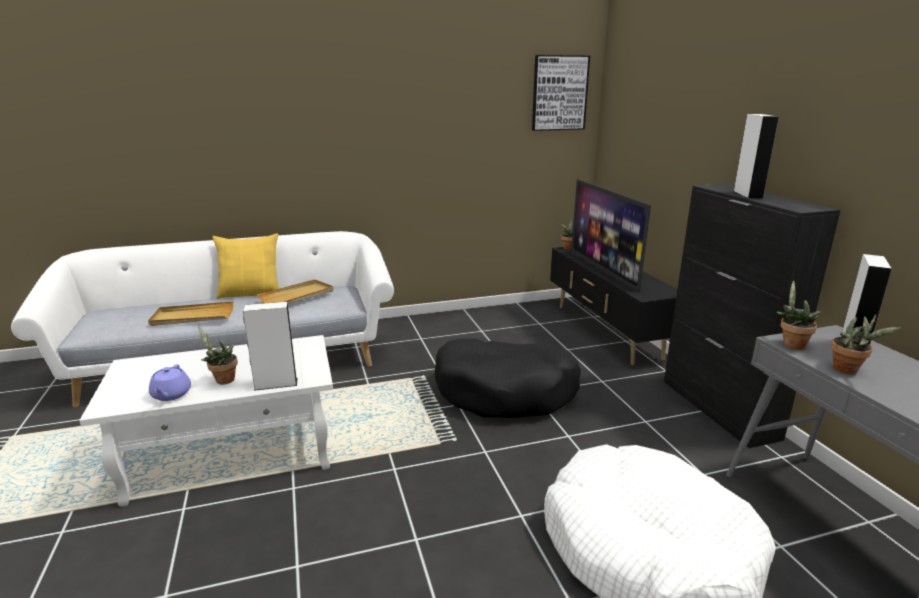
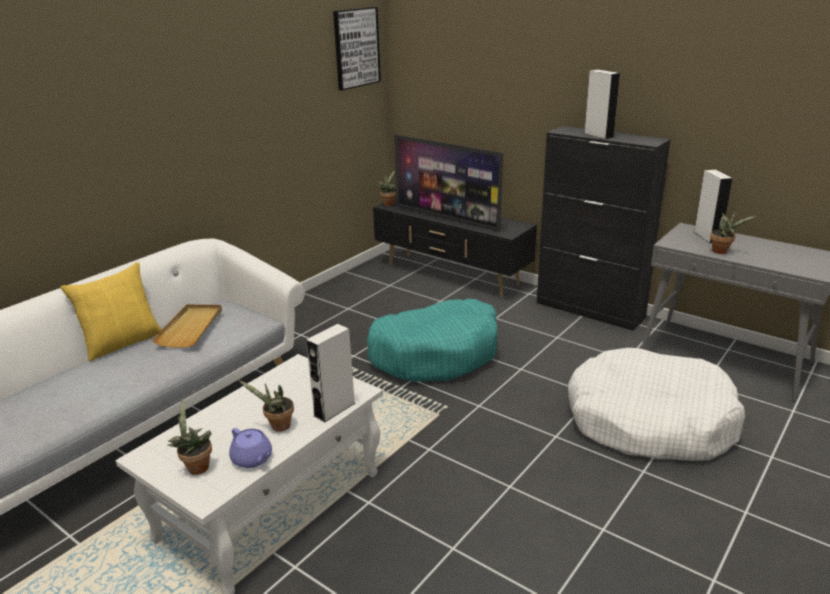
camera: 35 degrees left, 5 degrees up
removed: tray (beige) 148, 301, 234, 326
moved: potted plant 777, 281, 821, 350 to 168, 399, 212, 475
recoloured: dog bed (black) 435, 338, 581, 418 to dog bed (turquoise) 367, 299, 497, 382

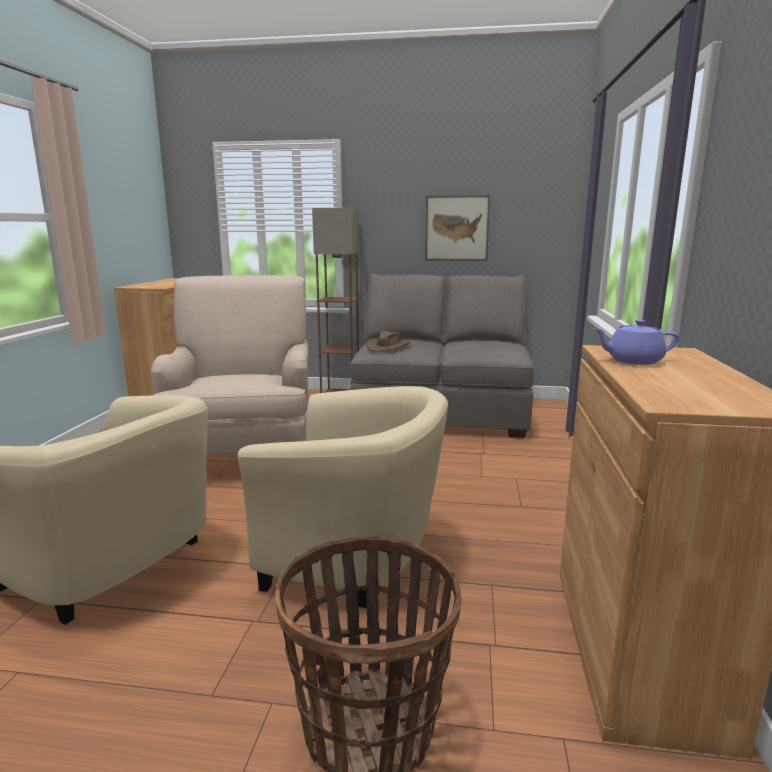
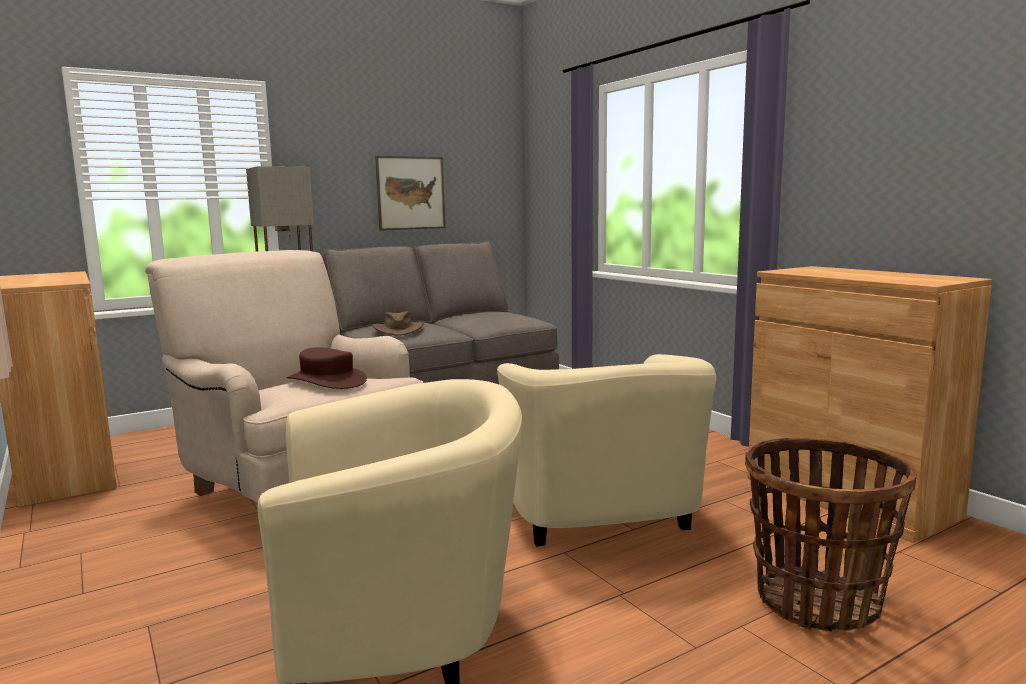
camera: 40 degrees left, 5 degrees down
removed: teapot (purple) 593, 319, 679, 365
added: hat (brown) 287, 347, 367, 389
turned: armchair (beige) 238, 386, 448, 608 = 497, 354, 716, 546 105 degrees clockwise

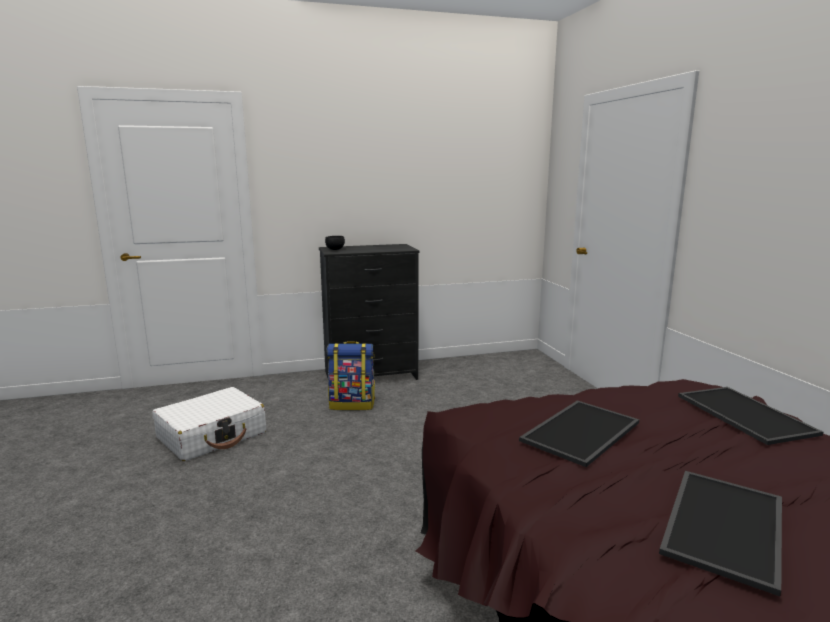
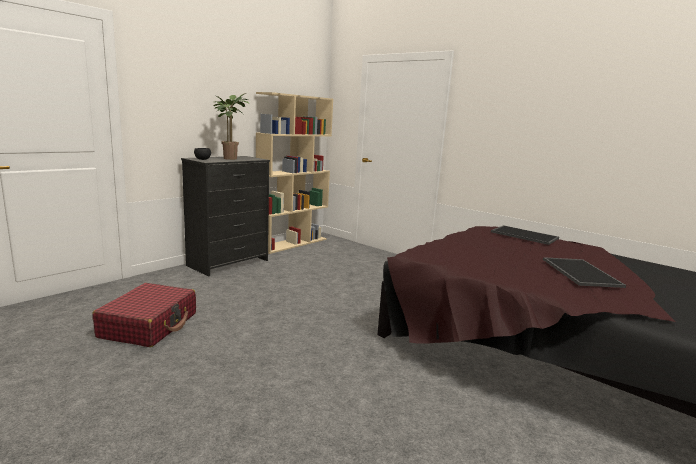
camera: 35 degrees left, 0 degrees up
removed: backpack 327, 341, 375, 410; tray 519, 400, 639, 467
added: bookcase (beige) 256, 92, 333, 254; potted plant 214, 93, 250, 160
recoloured: suitcase (white) 152, 387, 266, 461 to suitcase (red) 92, 283, 196, 347

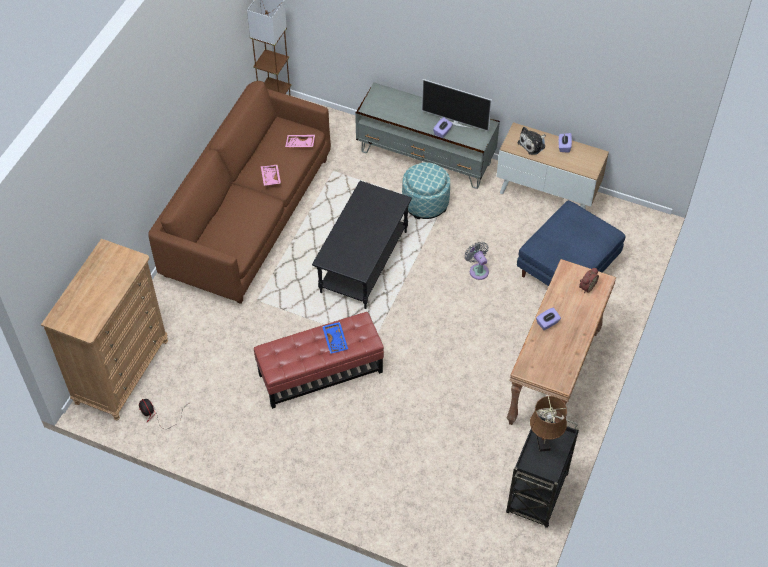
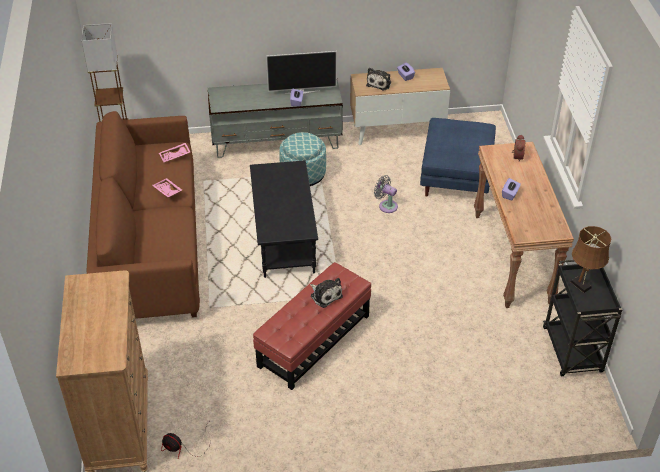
camera: 30 degrees left, 10 degrees down
replaced: tray (blue) 322, 322, 348, 354 to plush toy 310, 278, 343, 308

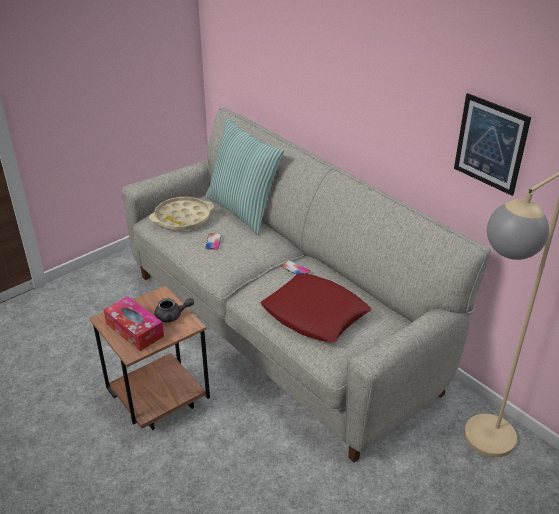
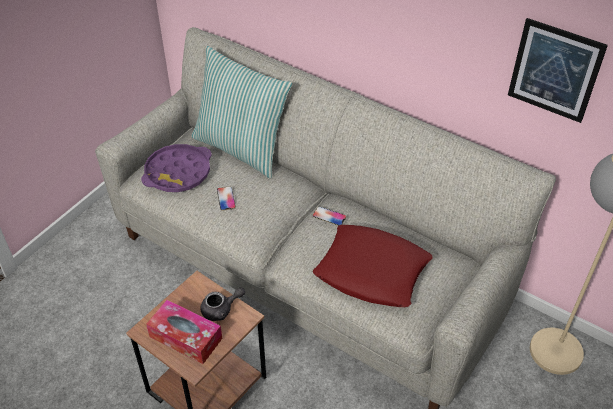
camera: 15 degrees left, 10 degrees up
recoloured: tray (beige) 149, 197, 214, 231 to tray (purple) 141, 144, 212, 192

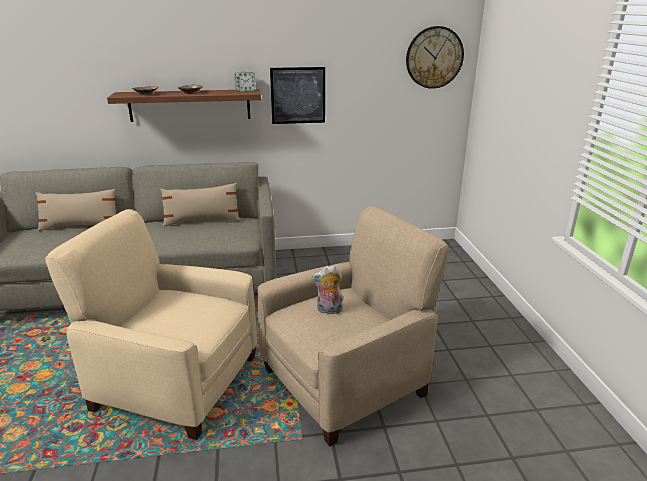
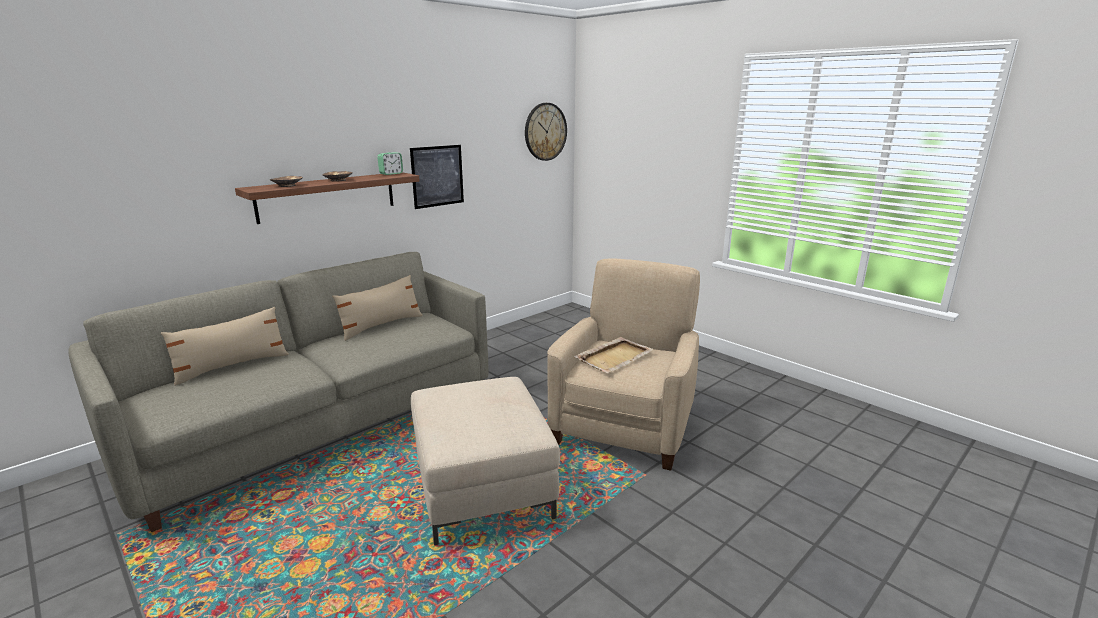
camera: 35 degrees left, 5 degrees down
replaced: armchair (beige) 45, 209, 257, 440 to ottoman (beige) 411, 377, 560, 545; plush toy 312, 265, 344, 314 to tray (beige) 574, 337, 654, 373

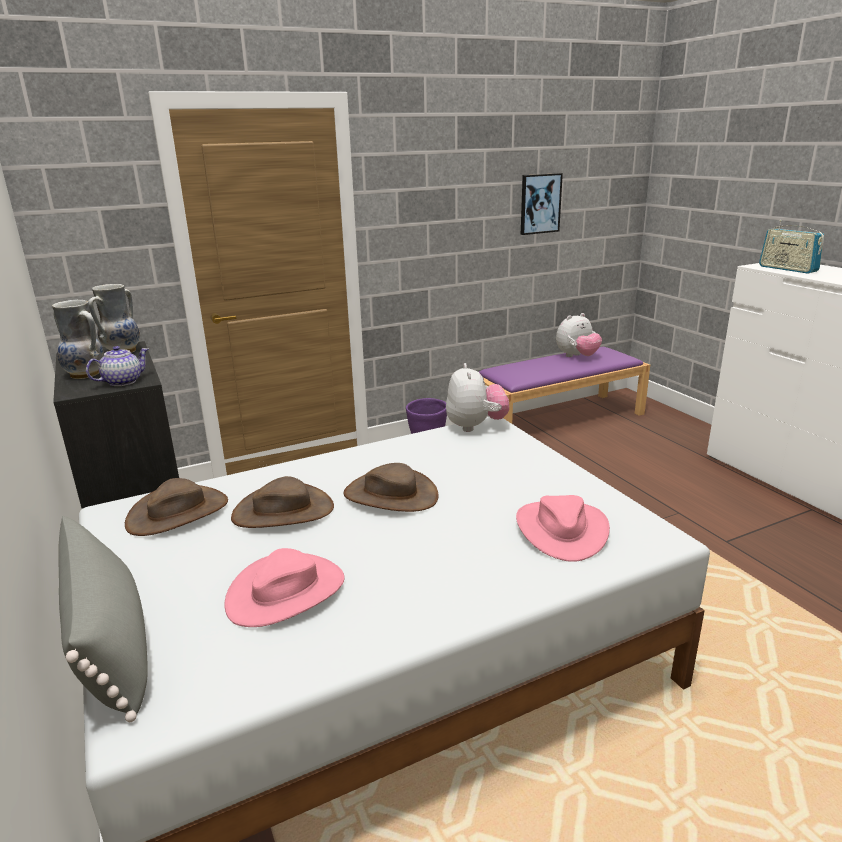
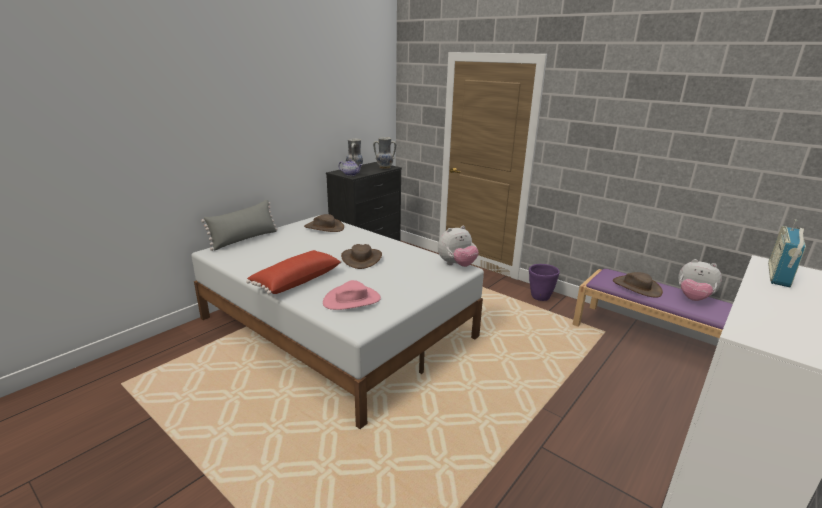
camera: 65 degrees right, 0 degrees up
removed: picture 521, 173, 563, 235; hat (pink) 225, 548, 344, 627
added: pillow (red) 246, 250, 342, 294
moved: hat (brown) 231, 476, 334, 528 to 613, 272, 663, 298

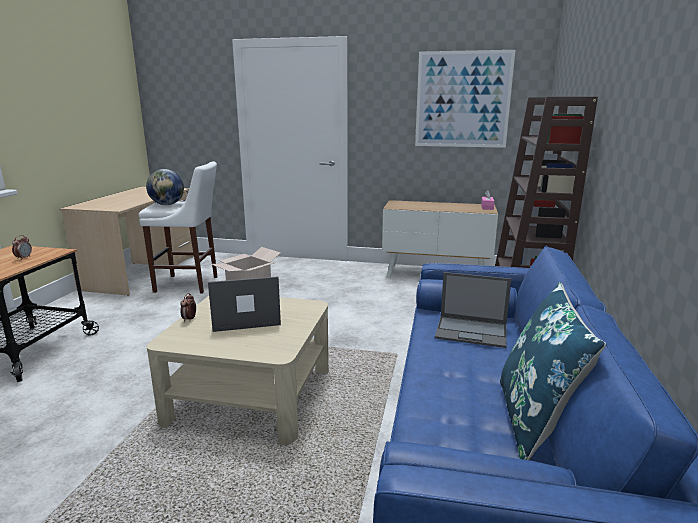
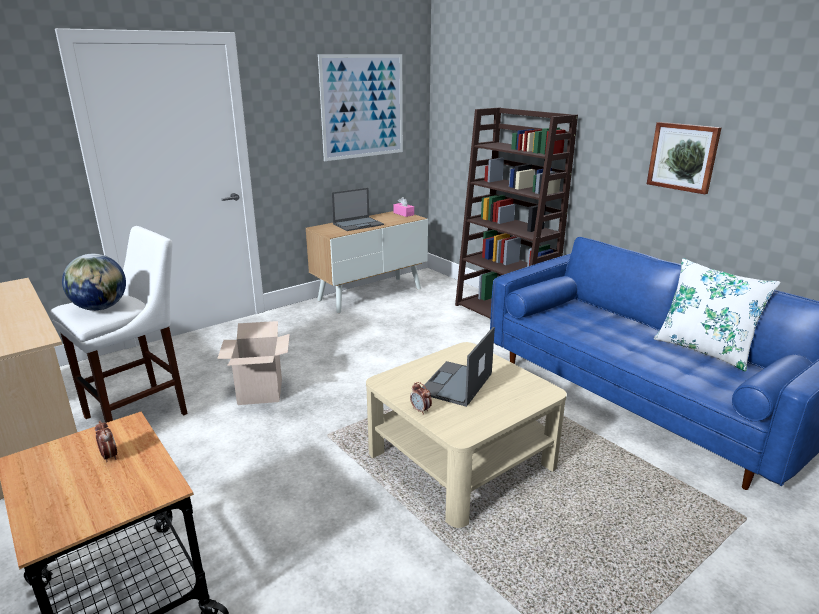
camera: 50 degrees left, 5 degrees up
added: picture 647, 122, 721, 194
moved: laptop 435, 272, 511, 348 to 331, 188, 384, 231
recoloured: pillow (blue) 500, 282, 606, 460 to pillow (white) 654, 258, 781, 372

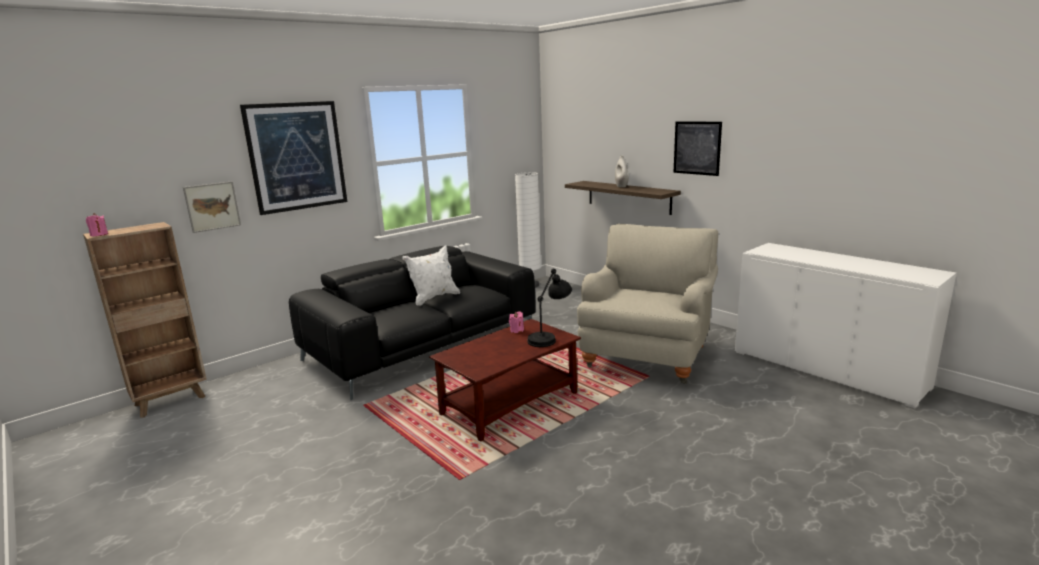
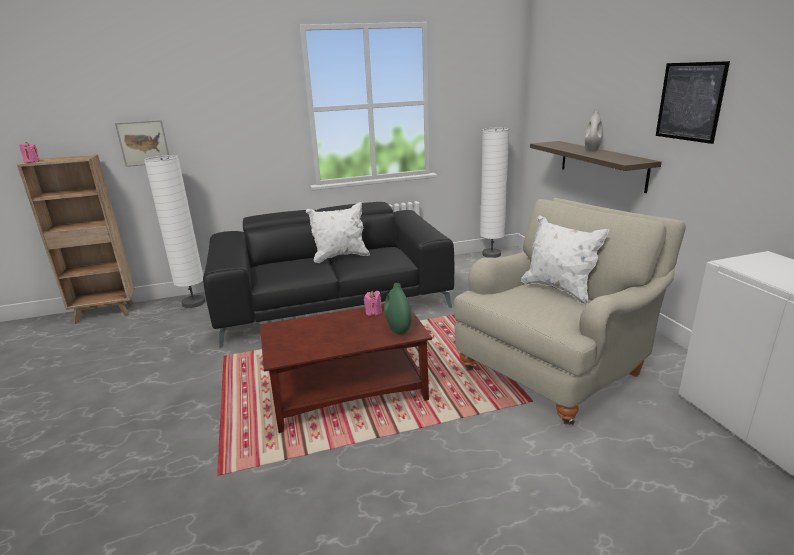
camera: 25 degrees right, 5 degrees up
removed: picture 240, 101, 347, 215
added: floor lamp (white) 144, 155, 205, 308; pillow (white) 521, 216, 609, 305
replaced: table lamp (black) 527, 269, 572, 347 to vase (green) 384, 283, 412, 334

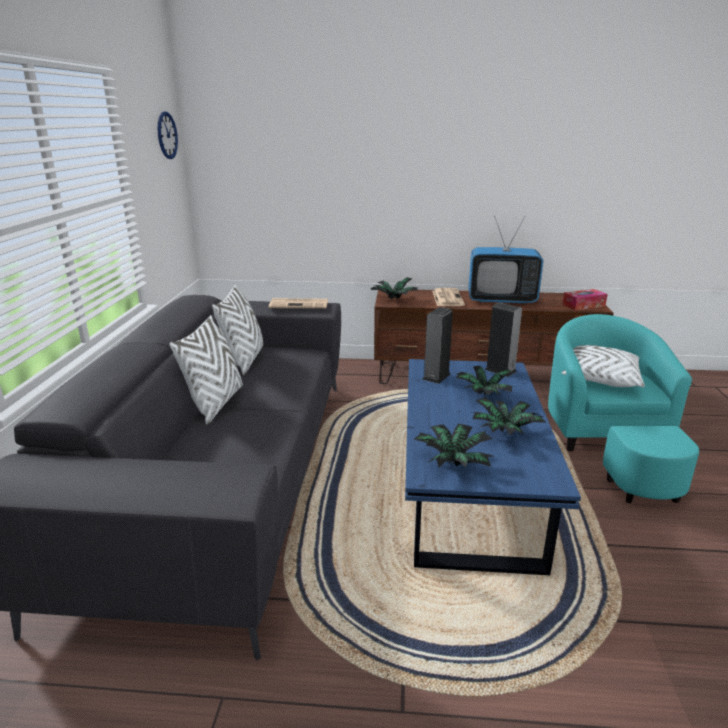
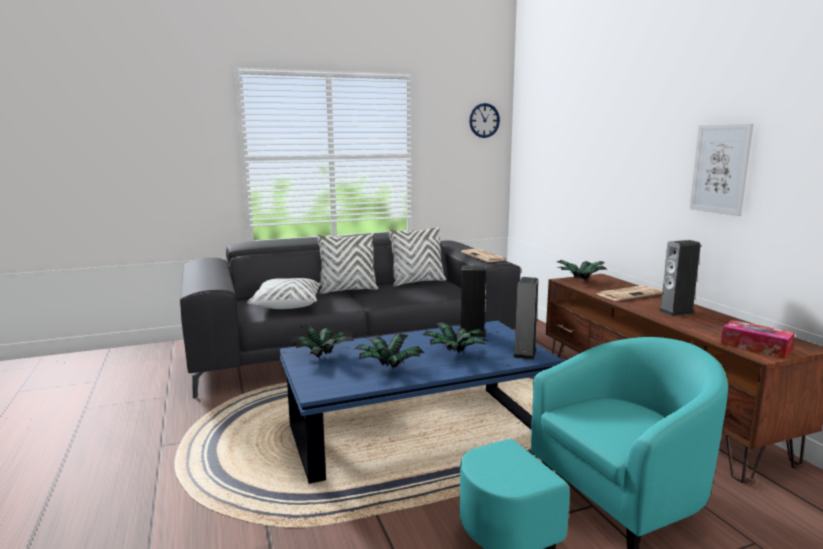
camera: 65 degrees right, 10 degrees down
added: picture 690, 124, 753, 216
moved: pillow (white) 562, 345, 645, 387 to 247, 278, 322, 309
replaced: television 468, 216, 543, 304 to speaker 658, 240, 701, 316

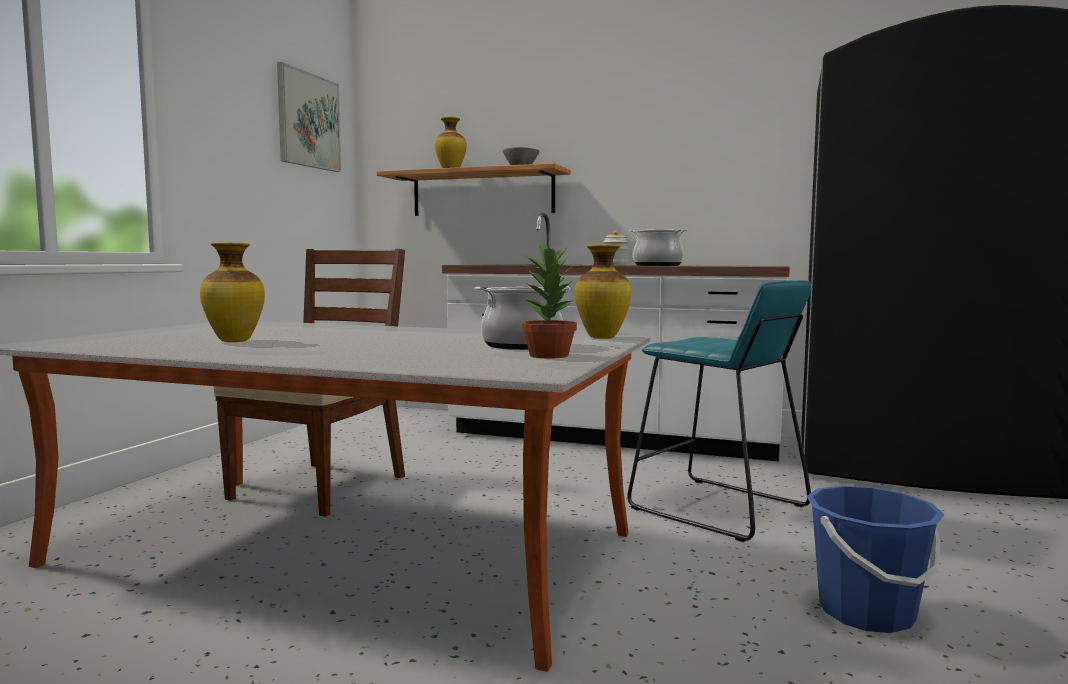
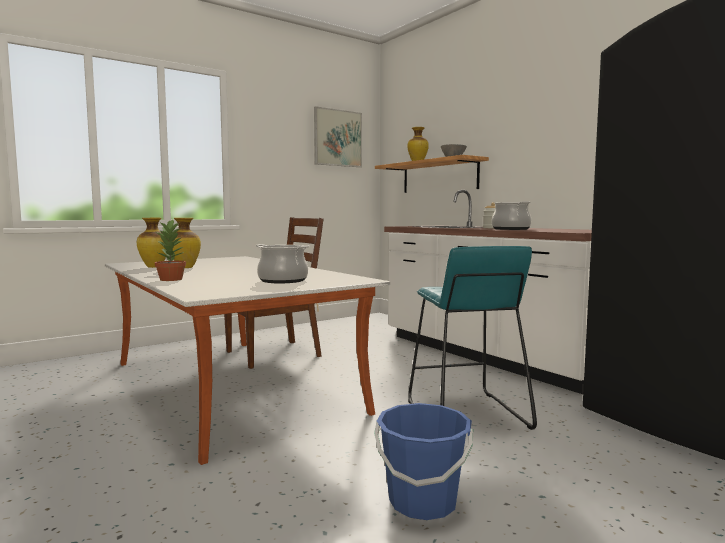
camera: 35 degrees right, 0 degrees up
moved: potted plant 522, 242, 577, 358 to 155, 219, 186, 281; vase 575, 244, 631, 339 to 137, 218, 167, 268

